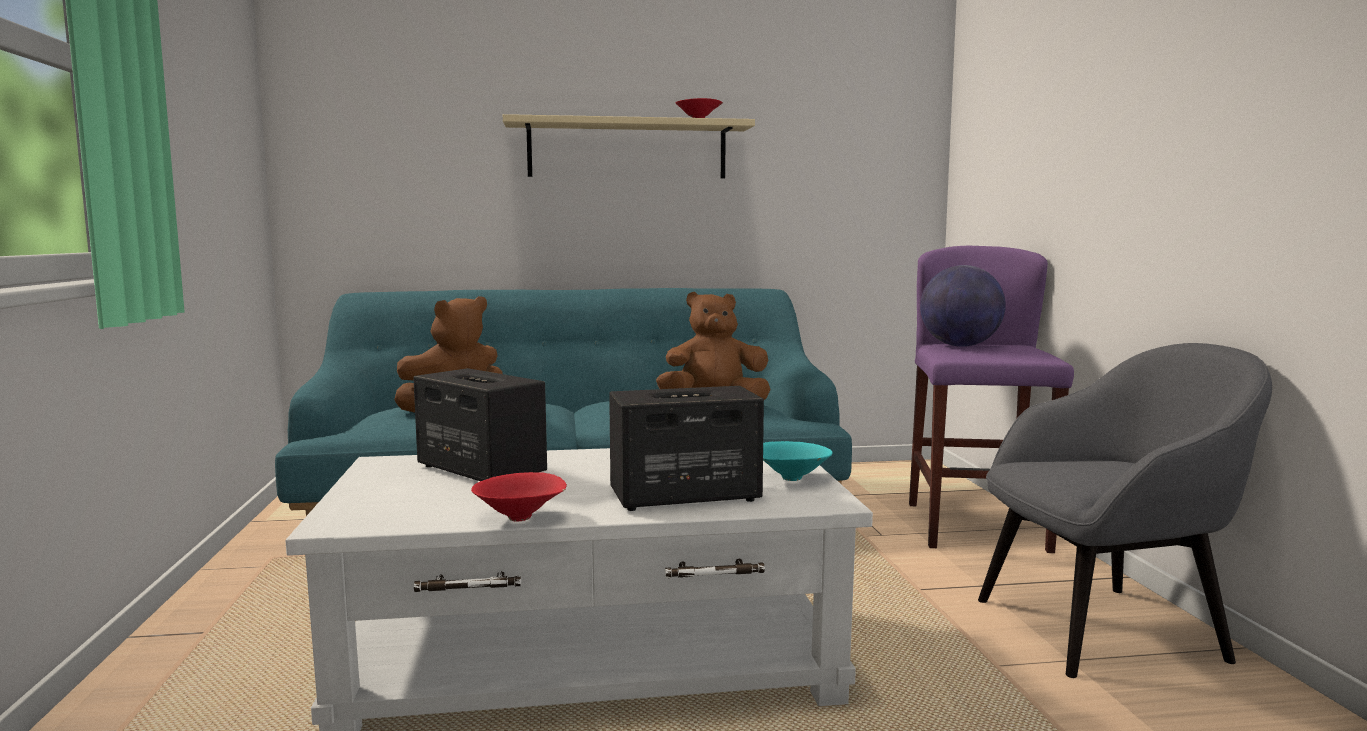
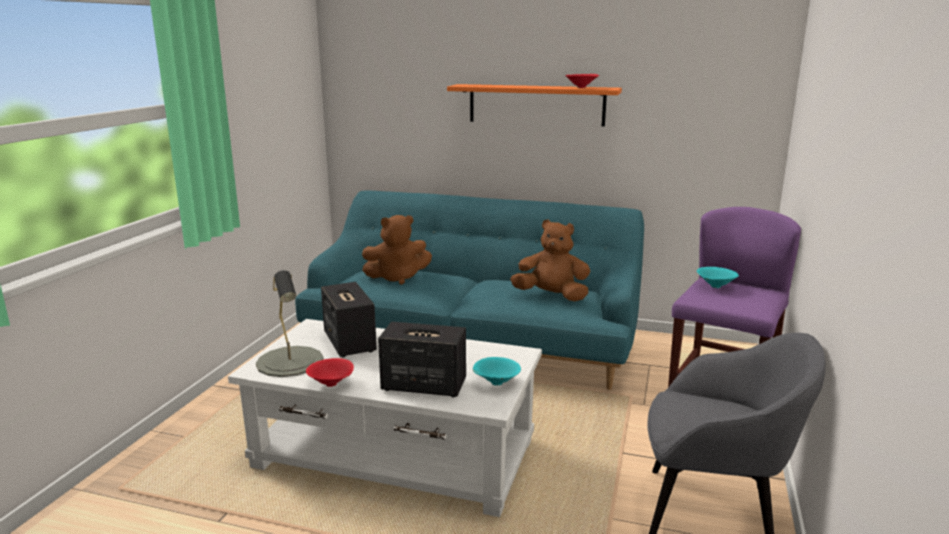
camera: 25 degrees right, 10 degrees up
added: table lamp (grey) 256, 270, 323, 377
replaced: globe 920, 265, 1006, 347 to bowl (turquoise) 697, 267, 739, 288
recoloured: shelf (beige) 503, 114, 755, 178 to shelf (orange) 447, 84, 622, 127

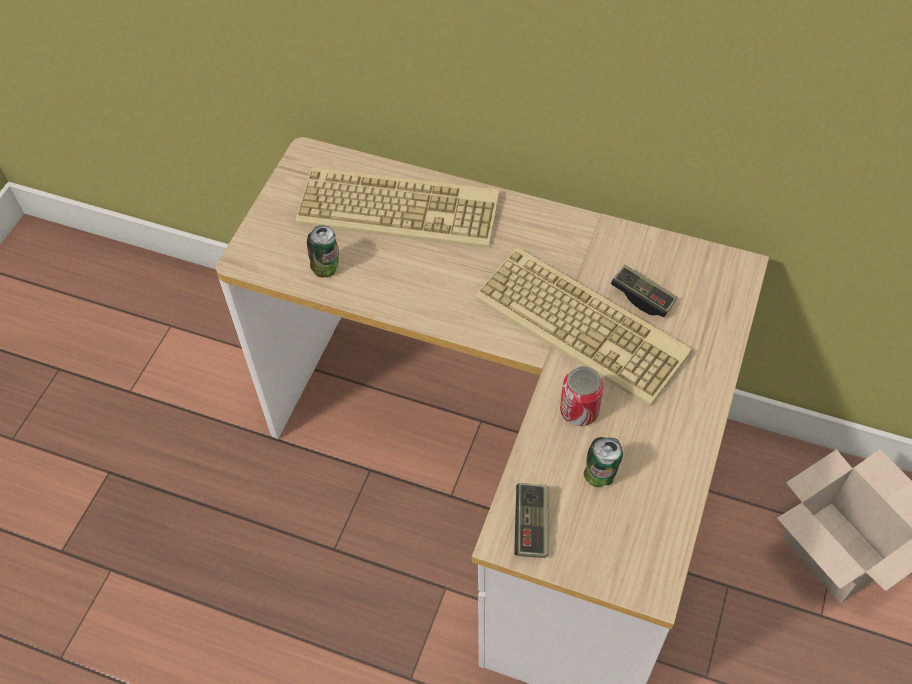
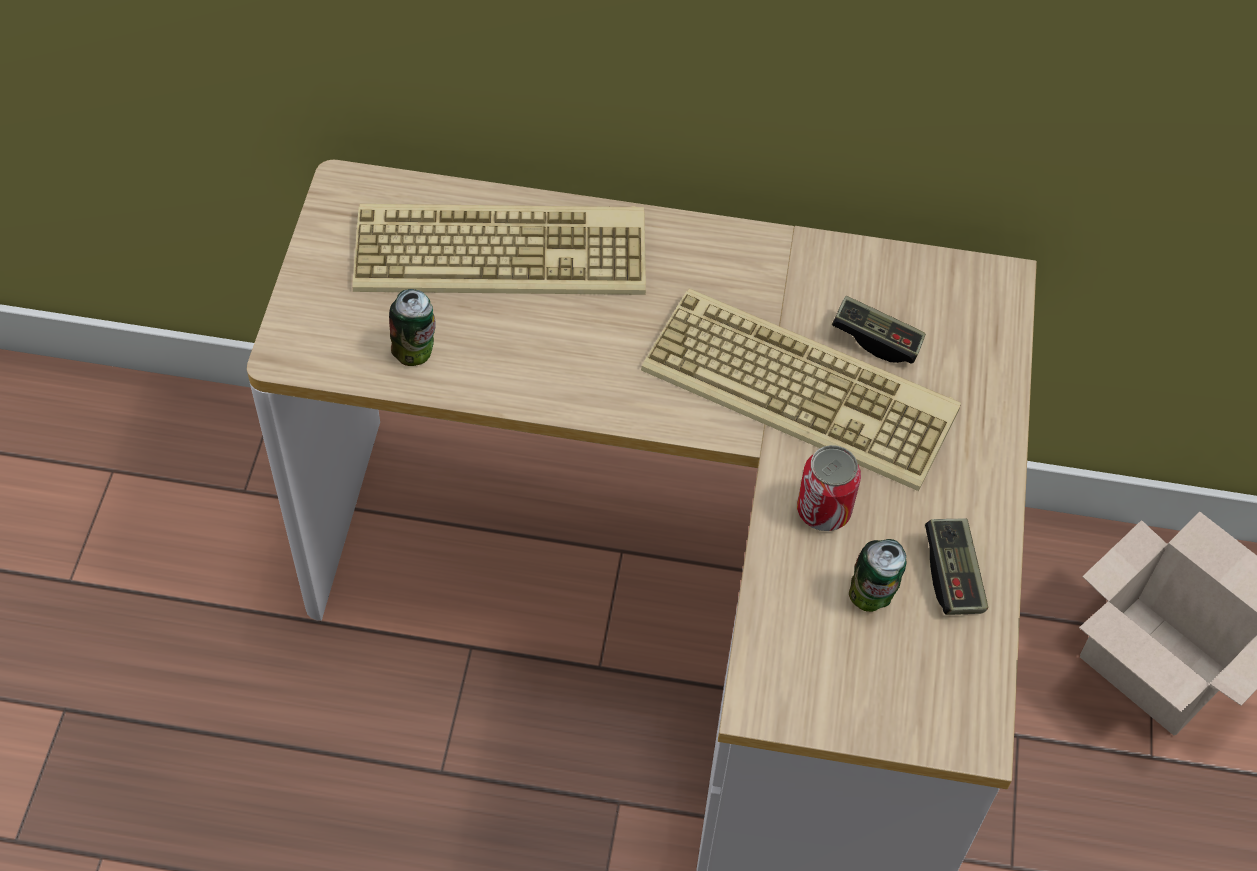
camera: 15 degrees left, 0 degrees up
moved: game controller 514, 483, 549, 558 to 925, 519, 988, 615

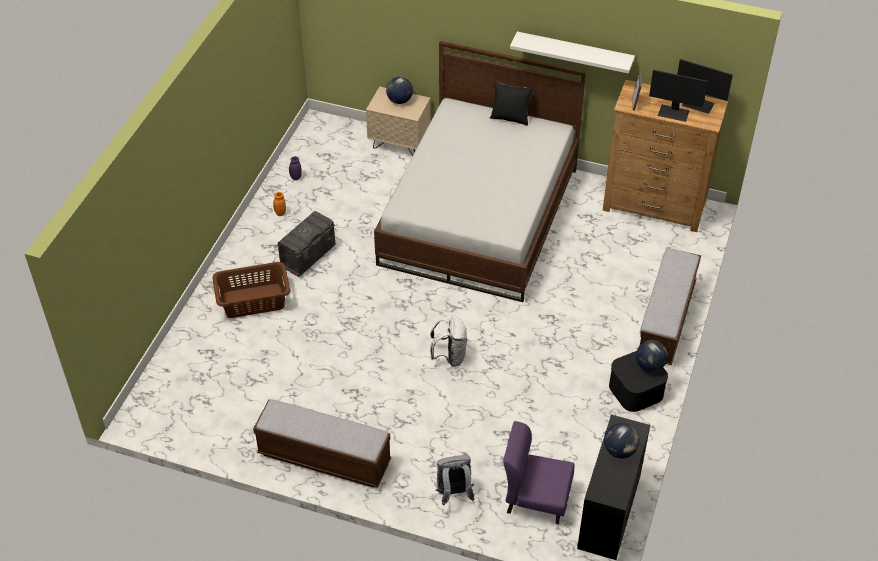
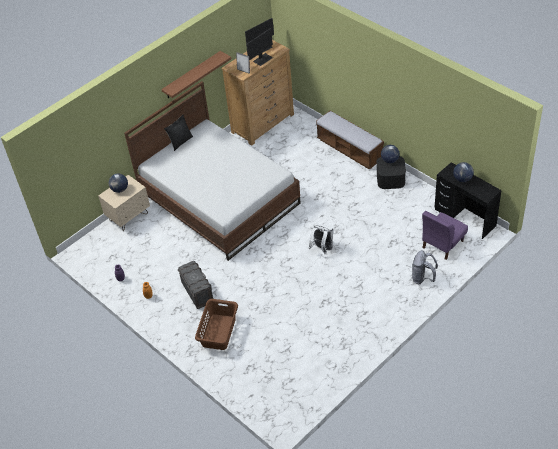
camera: 60 degrees left, 0 degrees up
removed: bench 253, 399, 391, 488
recoloured: shelf (white) 510, 31, 635, 74 to shelf (brown) 161, 51, 231, 98

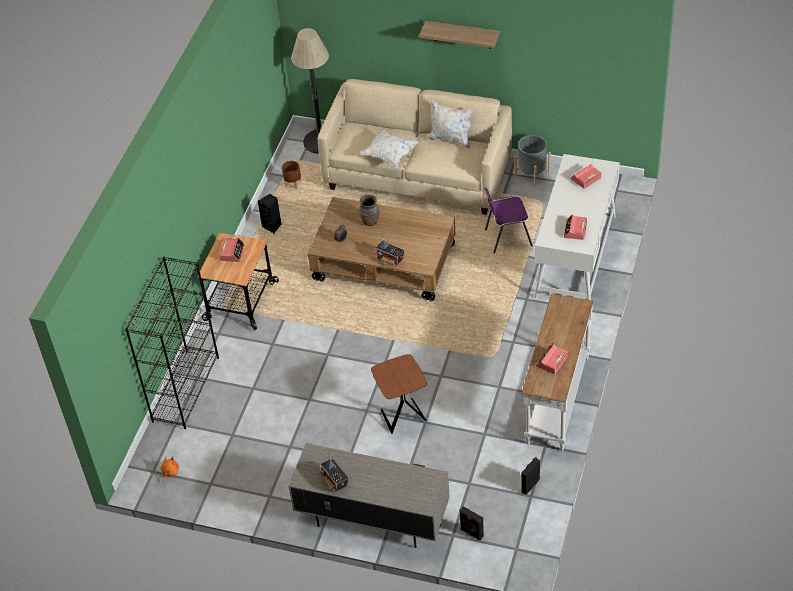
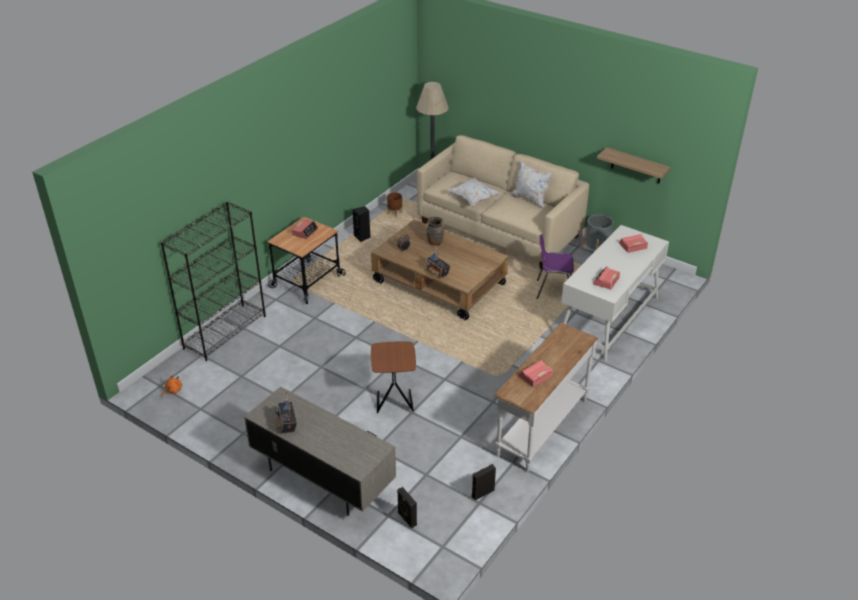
camera: 15 degrees right, 10 degrees down
moved: shelf 419, 21, 500, 49 to 597, 147, 670, 183

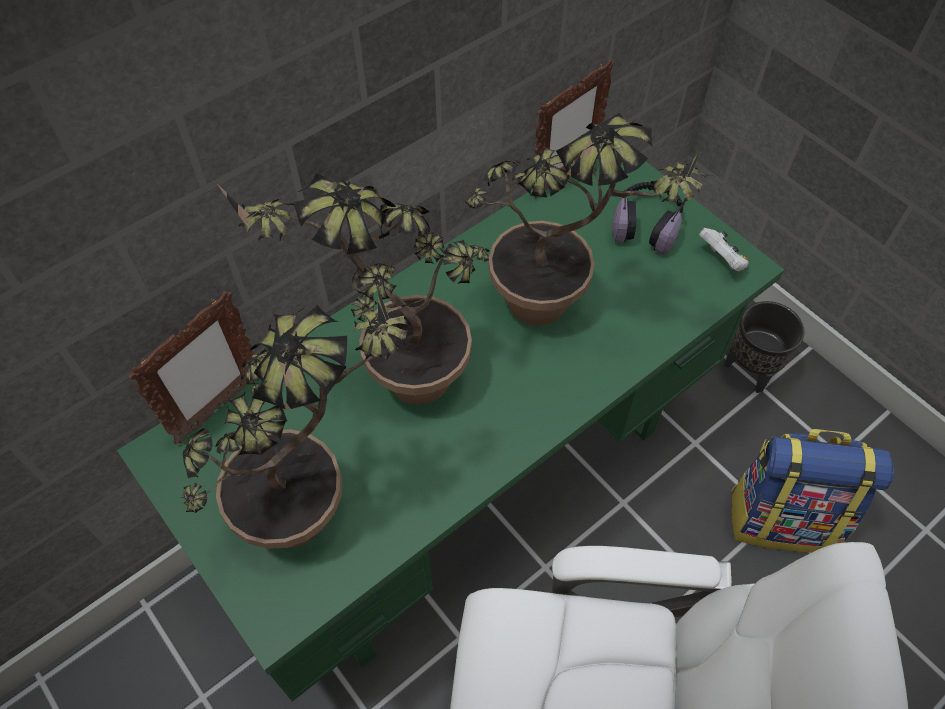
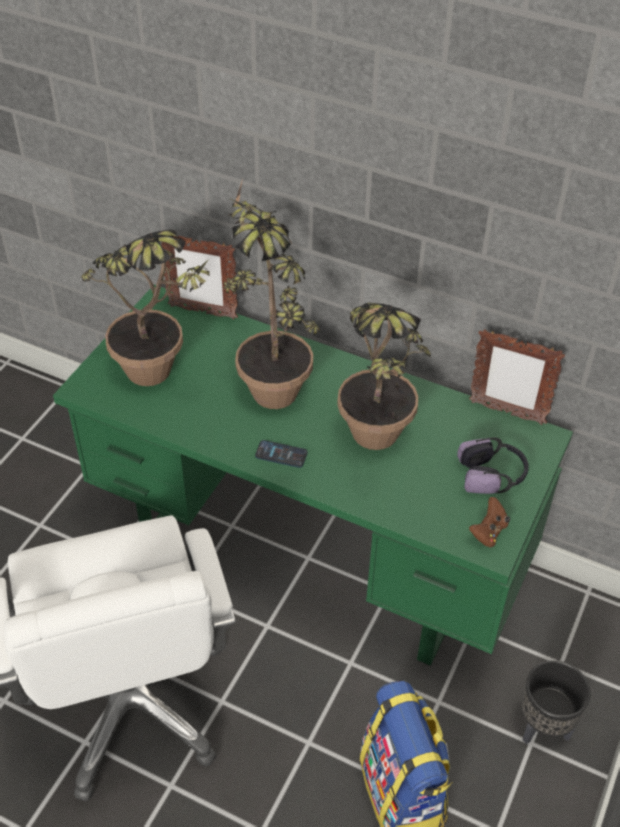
camera: 65 degrees right, 10 degrees down
added: phone 255, 440, 308, 468
recoloured: game controller (white) 699, 228, 749, 271 to game controller (brown) 469, 497, 510, 547

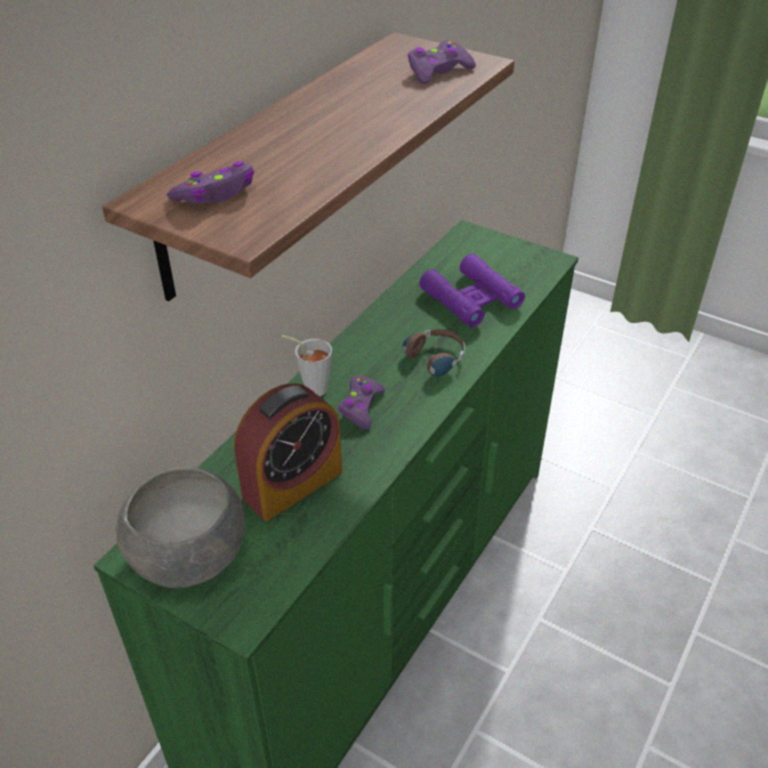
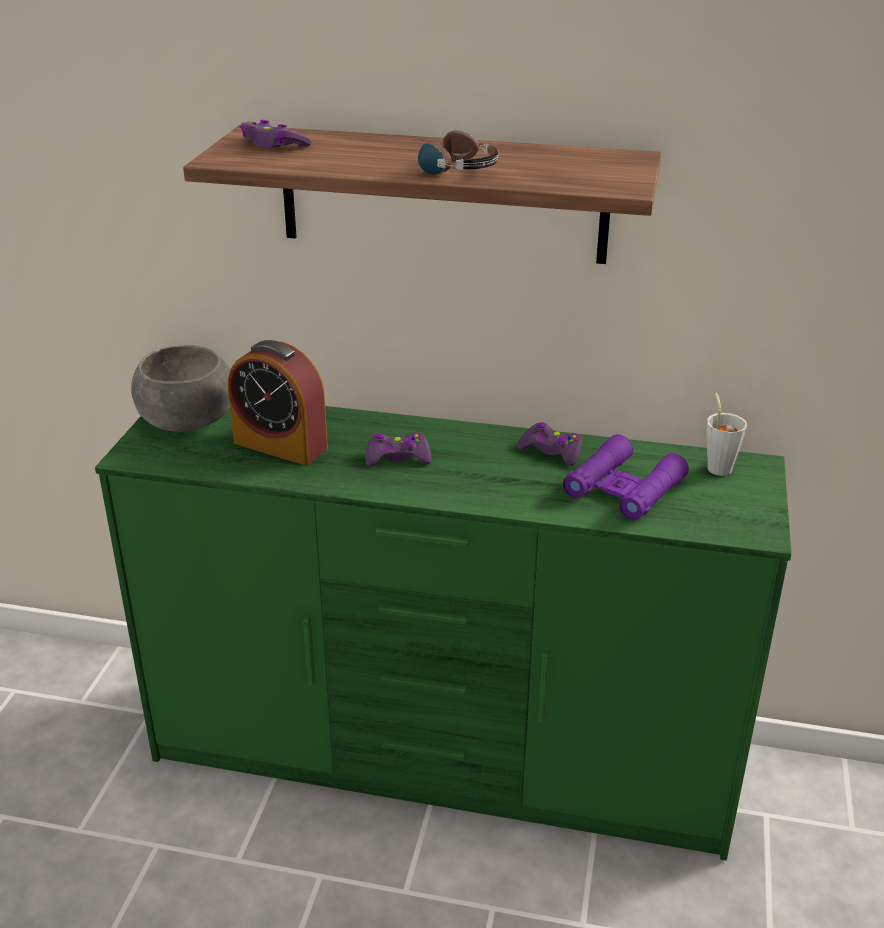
camera: 70 degrees right, 10 degrees down
moved: game controller (purple) 407, 40, 476, 84 to 517, 422, 583, 466; headphones 385, 329, 465, 377 to 416, 130, 498, 175; cup (grey) 282, 335, 332, 396 to 707, 393, 747, 476

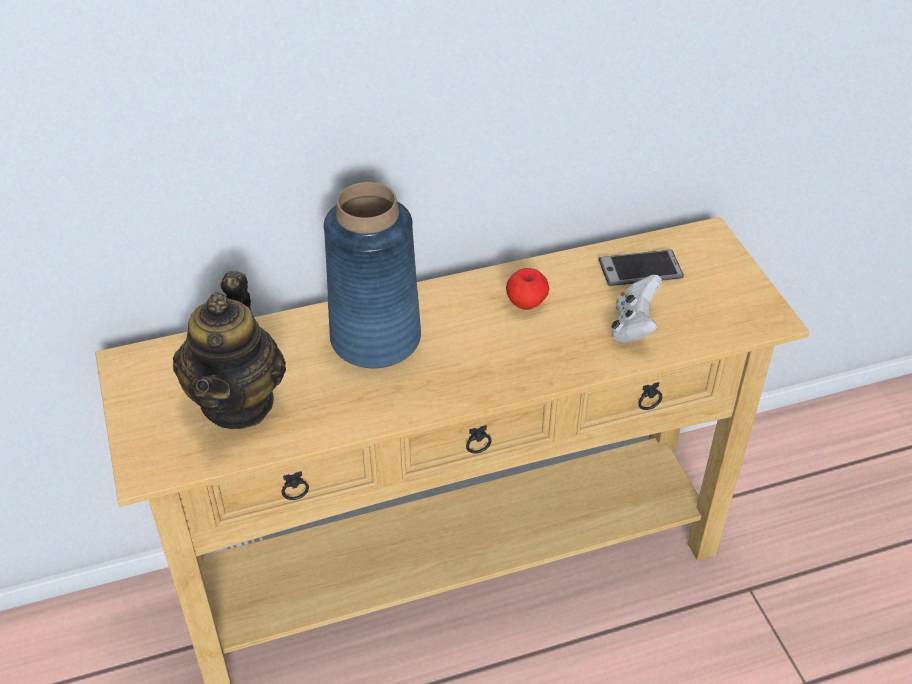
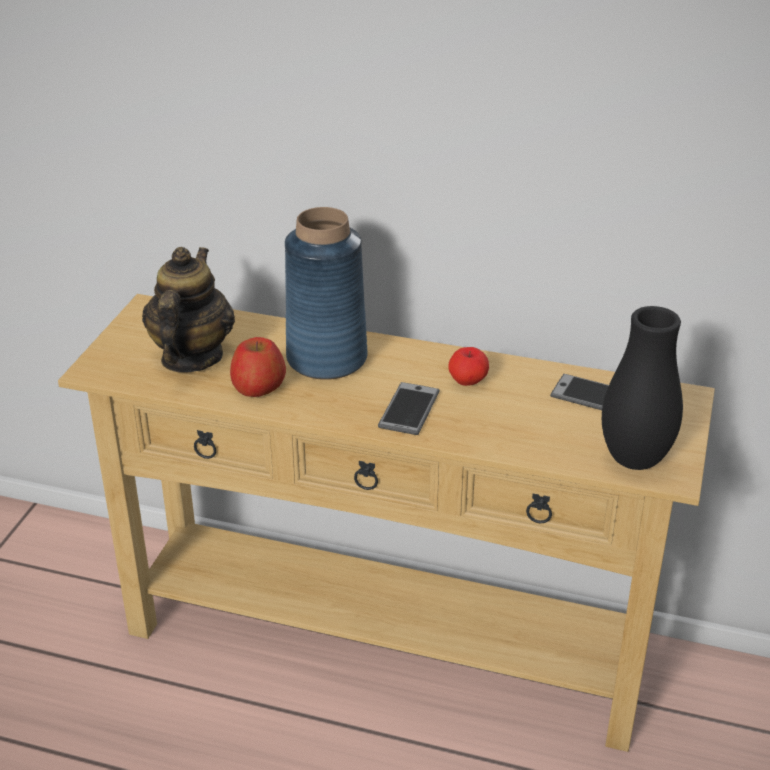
camera: 35 degrees right, 10 degrees down
removed: game controller (white) 612, 275, 662, 343
added: vase (black) 602, 306, 683, 470; apple 230, 337, 286, 397; phone 378, 382, 440, 435
turned: teapot 173, 271, 286, 429 = 142, 247, 235, 372 150 degrees clockwise

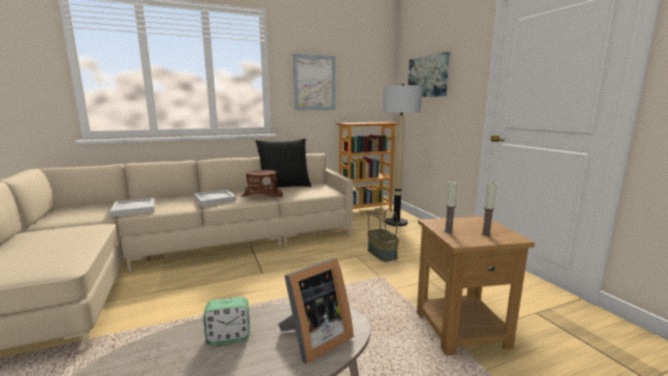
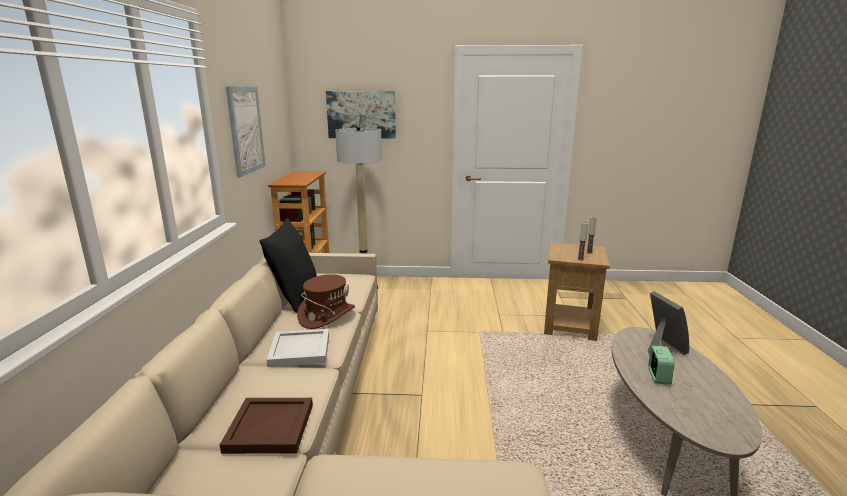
camera: 65 degrees left, 5 degrees up
removed: basket 368, 209, 399, 262
recoloured: tray (white) 110, 198, 156, 217 to tray (brown) 220, 398, 313, 454

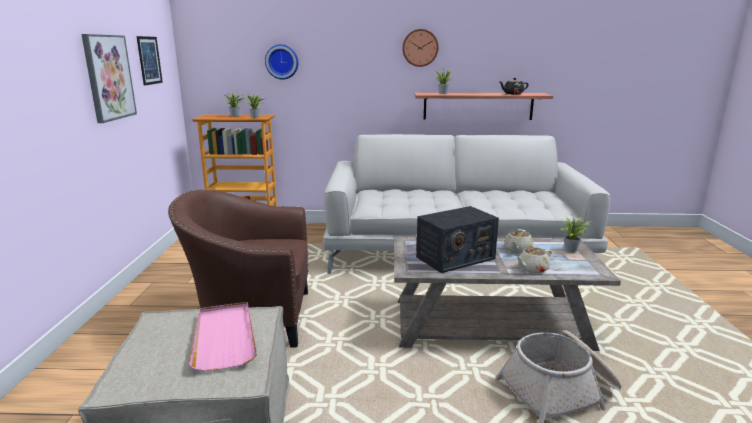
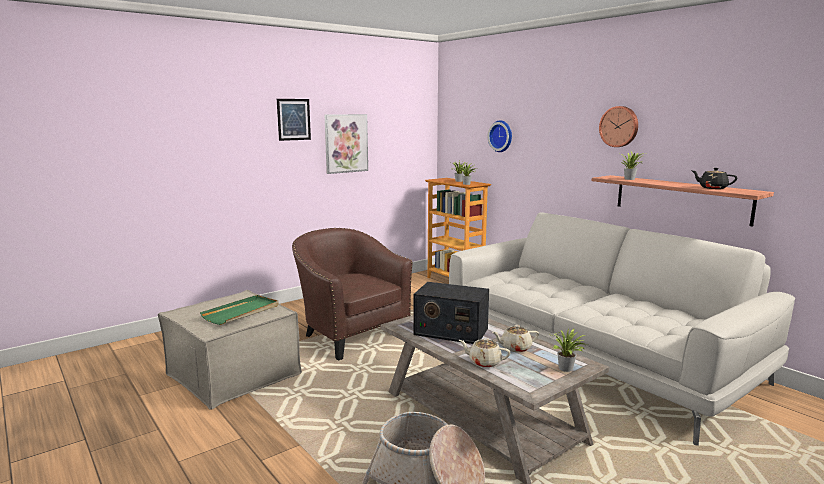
camera: 50 degrees right, 5 degrees down
moved: picture 137, 36, 163, 86 to 277, 99, 311, 141
recoloured: tray (pink) 189, 302, 257, 371 to tray (green) 200, 295, 279, 325

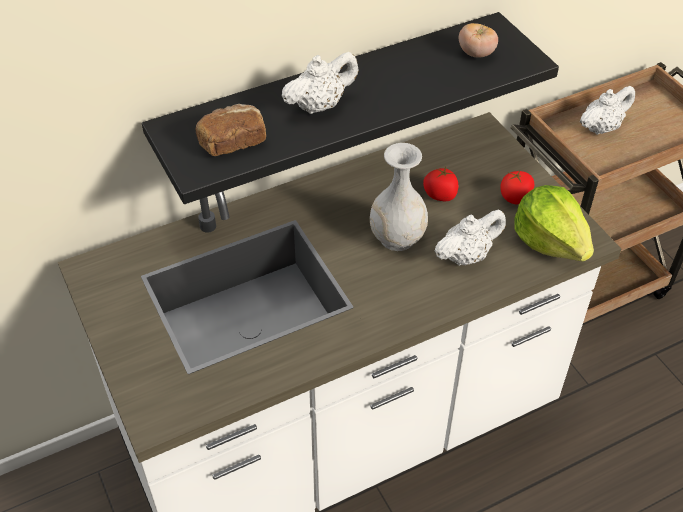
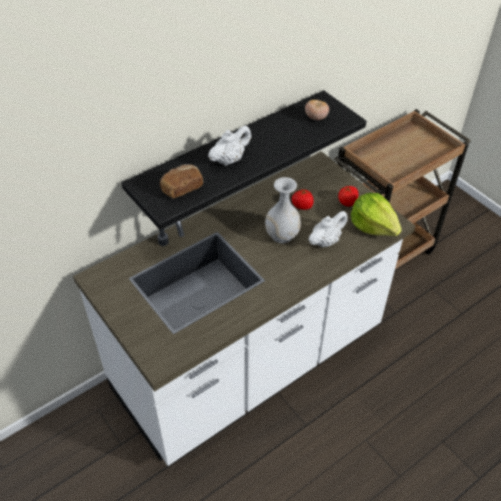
camera: 10 degrees left, 0 degrees up
removed: teapot (white) 580, 86, 635, 135

